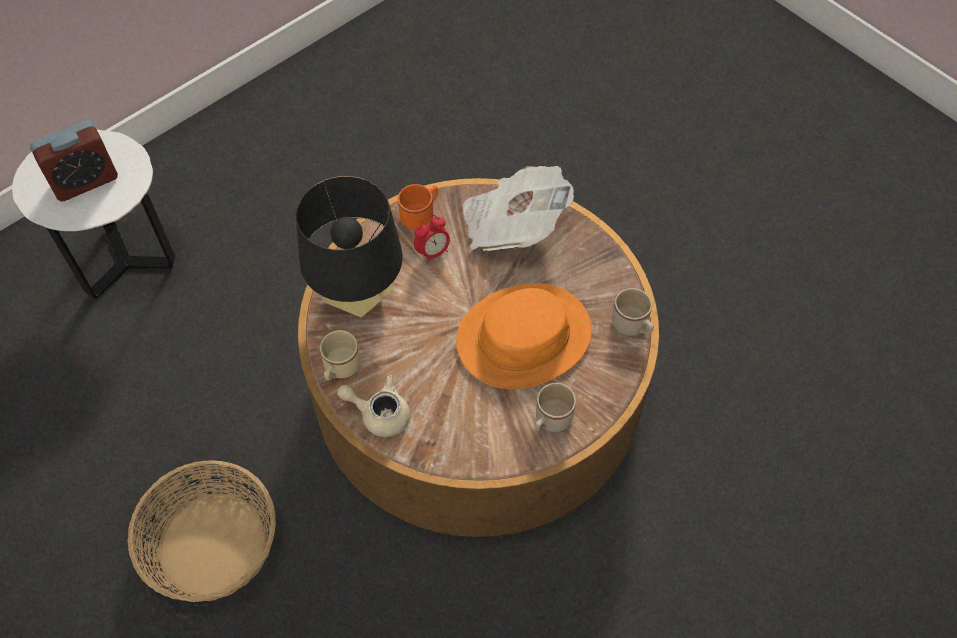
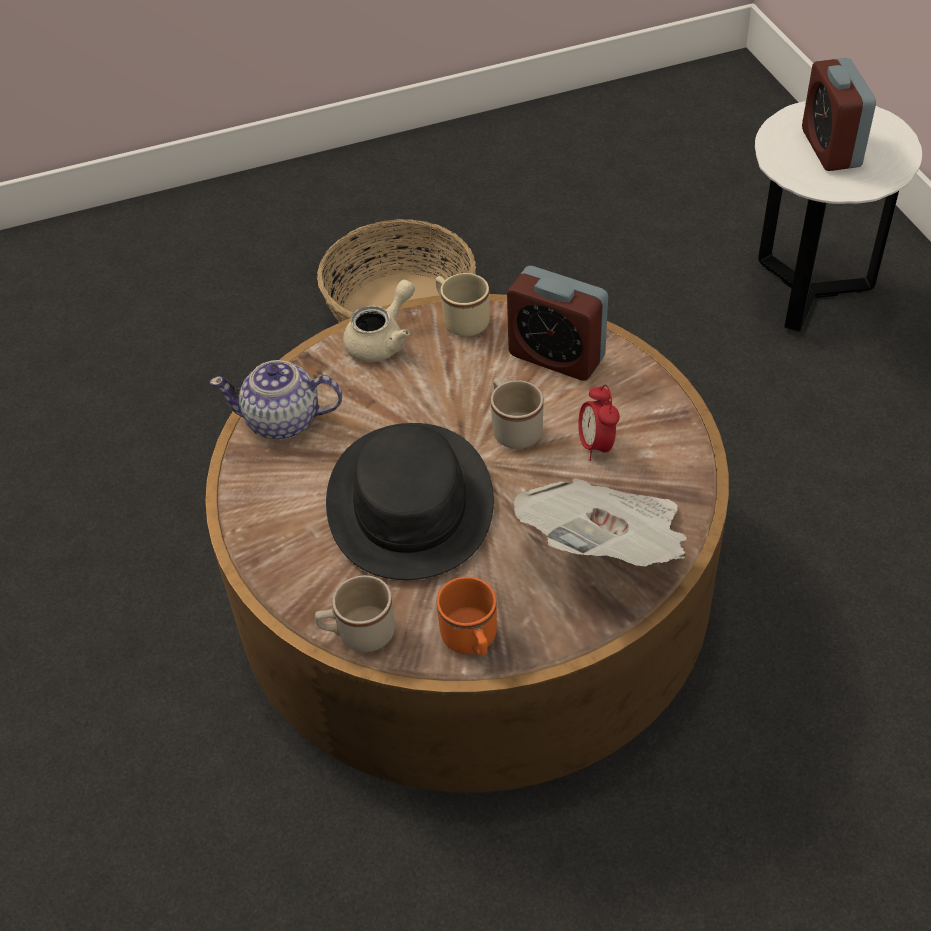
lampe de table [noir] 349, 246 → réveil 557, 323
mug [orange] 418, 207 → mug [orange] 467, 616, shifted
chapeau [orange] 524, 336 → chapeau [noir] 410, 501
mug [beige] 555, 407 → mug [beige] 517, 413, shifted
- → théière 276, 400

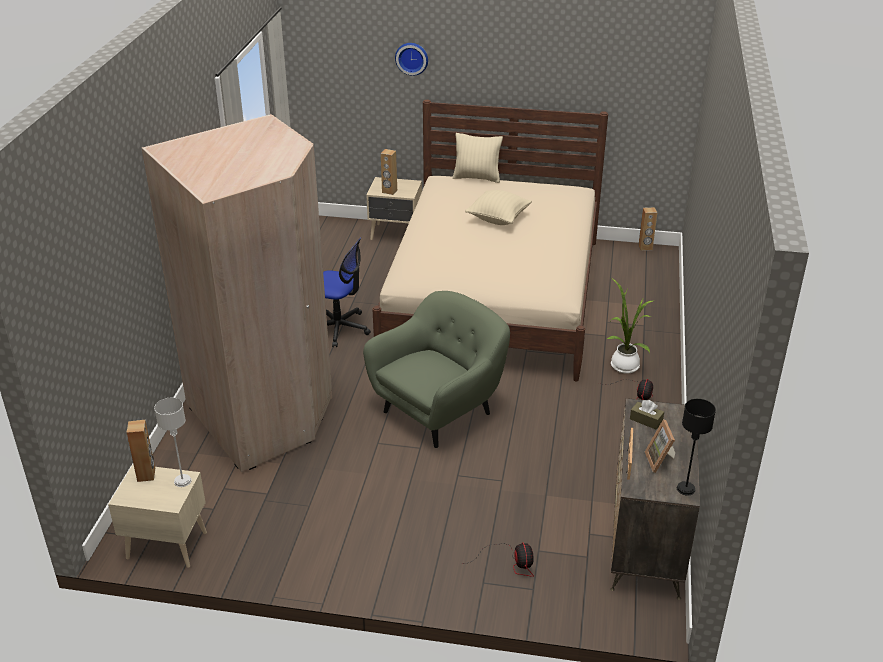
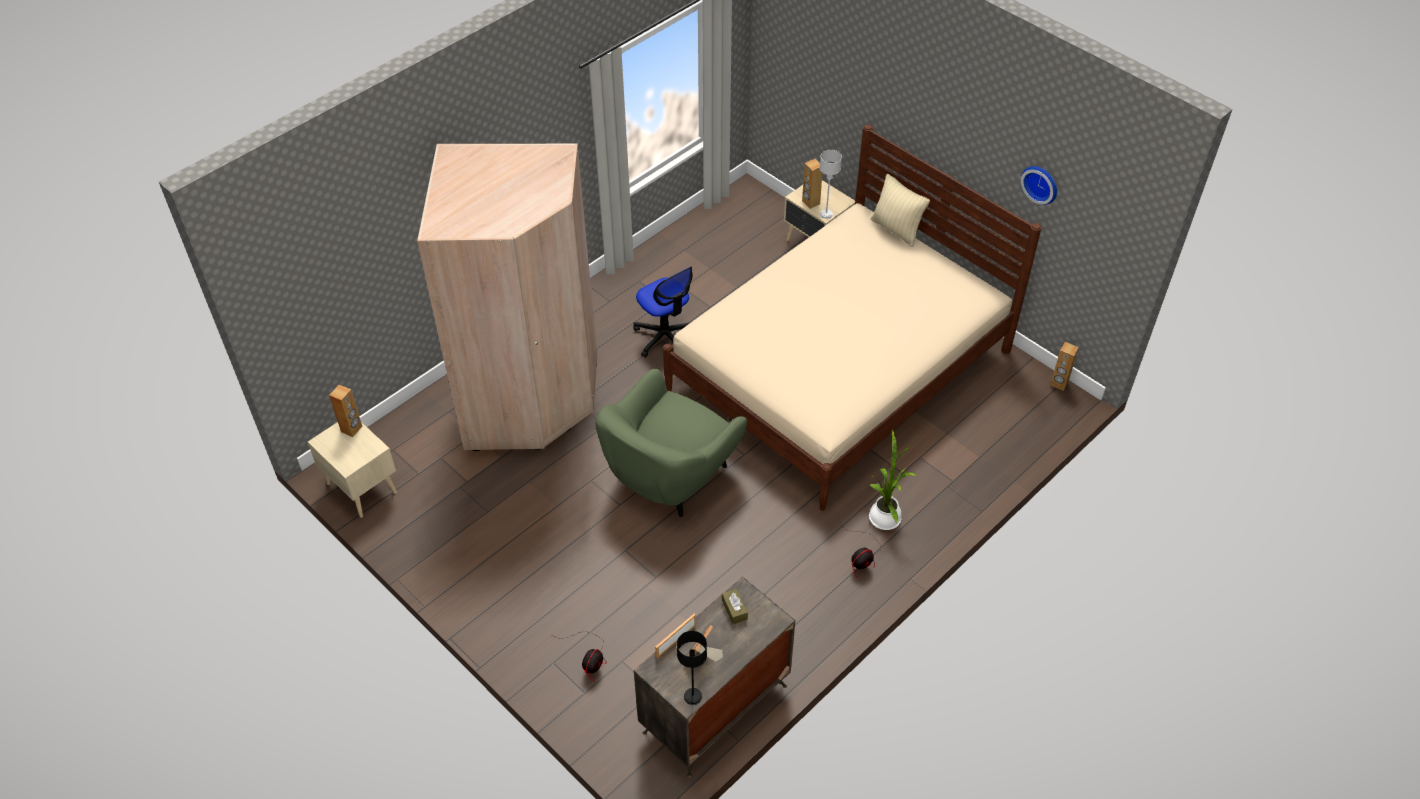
horloge murale 411, 59 → horloge murale 1039, 185, shifted
coussin [beige] 498, 207 → -
fauteuil [vert] 436, 369 → fauteuil [vert] 671, 443, 135 degrees clockwise
lampe de table [gris] 173, 442 → lampe de table [gris] 831, 184, shifted

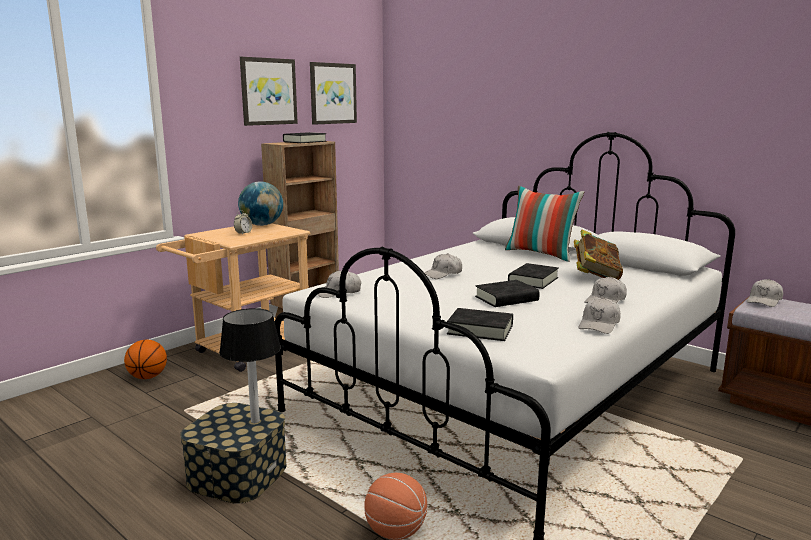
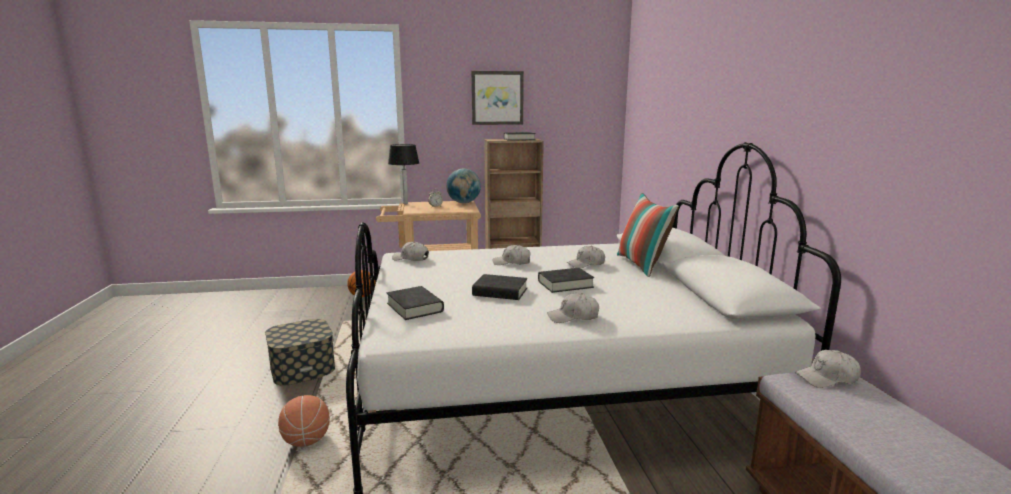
tableau 333, 93 → -
livre 598, 255 → -
casquette [blanc] 600, 315 → casquette [blanc] 586, 256, shifted
lampe de table 250, 365 → lampe de table 403, 174, shifted

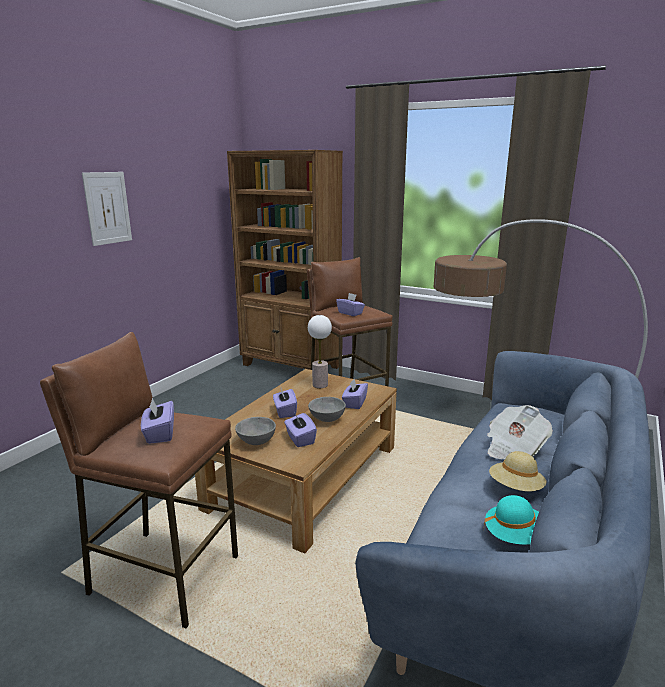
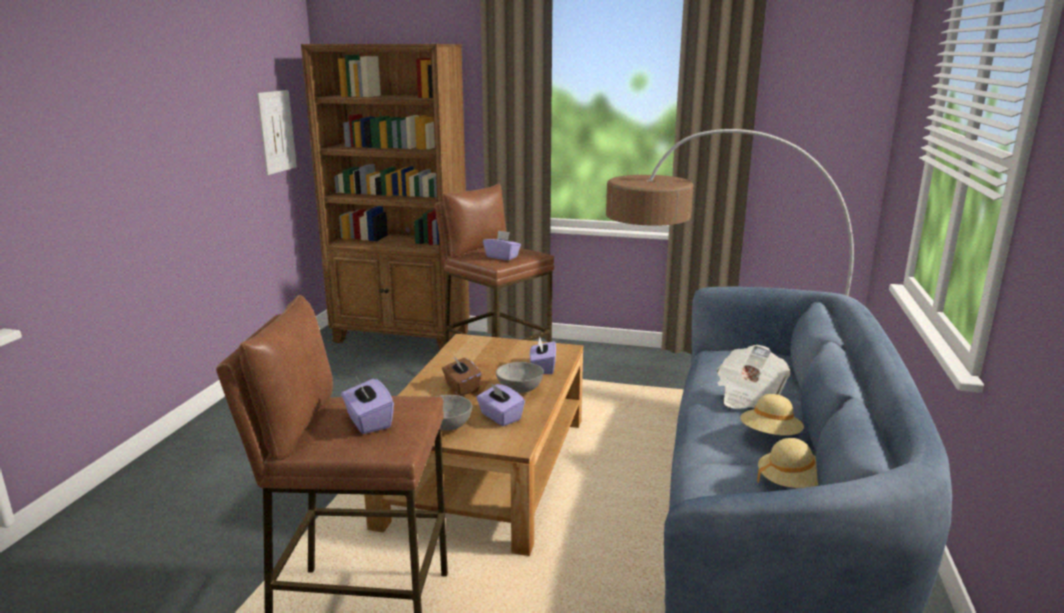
tableau 107, 209 → tableau 277, 132, shifted
lampe de table 320, 351 → -
boîte à mouchoirs [violet] 285, 403 → boîte à mouchoirs [marron] 462, 376
chapeau [turquoise] 511, 520 → chapeau [beige] 787, 463

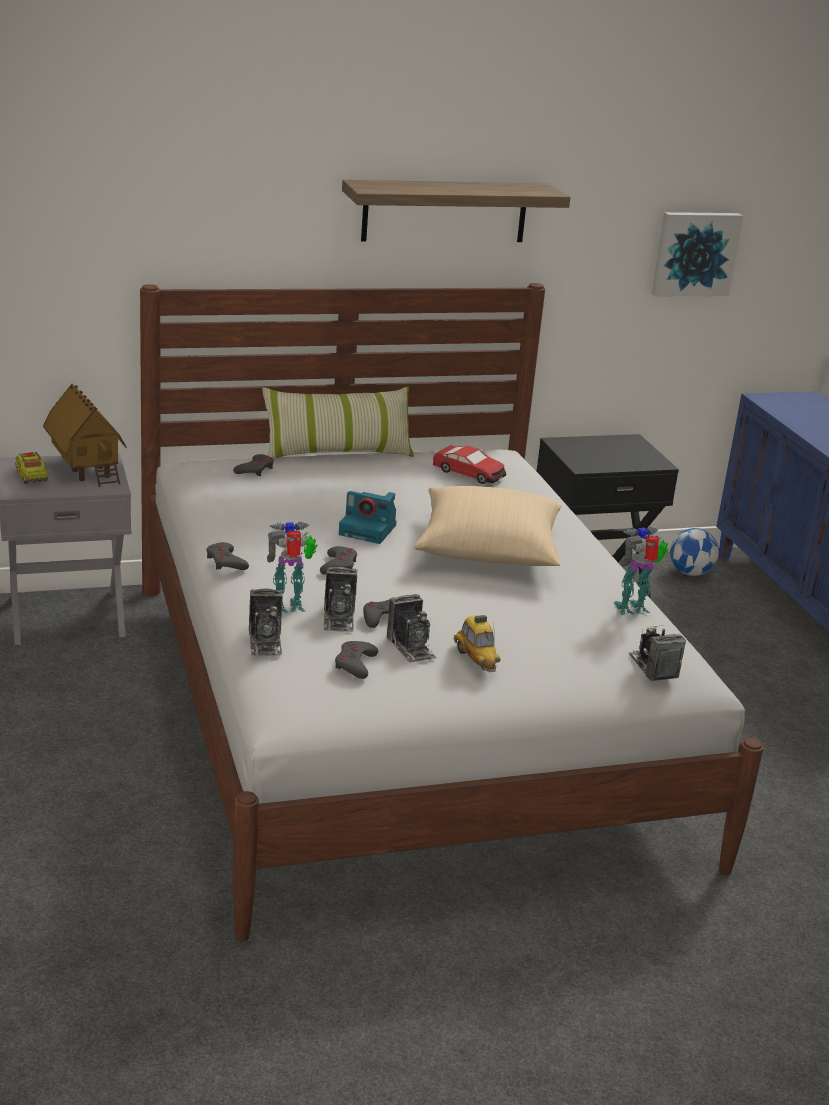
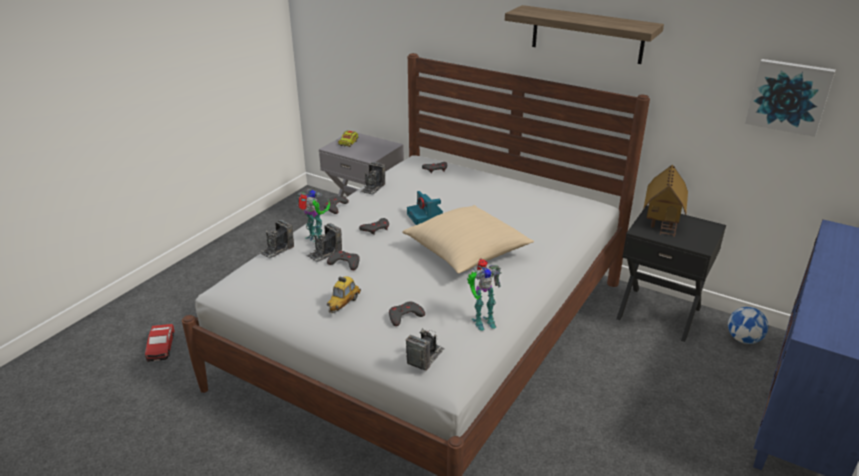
maison miniature 85, 435 → maison miniature 665, 200, shifted
coussin 338, 423 → -
petite voiture 469, 464 → petite voiture 160, 343, shifted
robot jouet 641, 571 → robot jouet 484, 294, 135 degrees clockwise
appareil photo 411, 628 → appareil photo 373, 178, shifted
manette [gris] 356, 660 → manette [gris] 407, 313, shifted

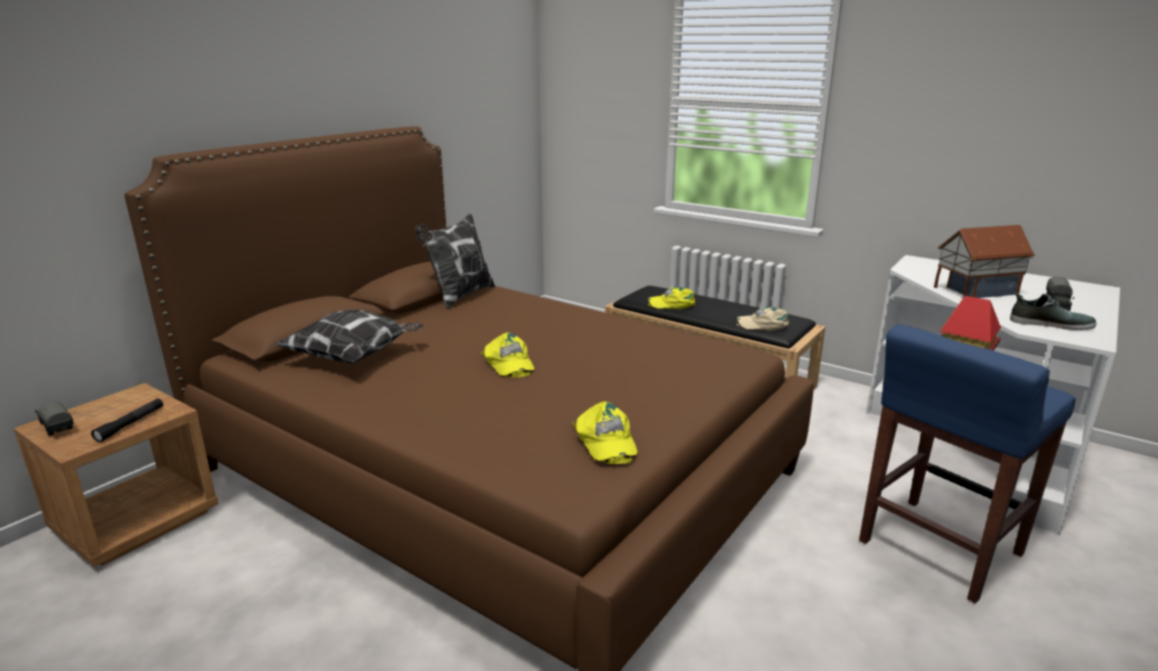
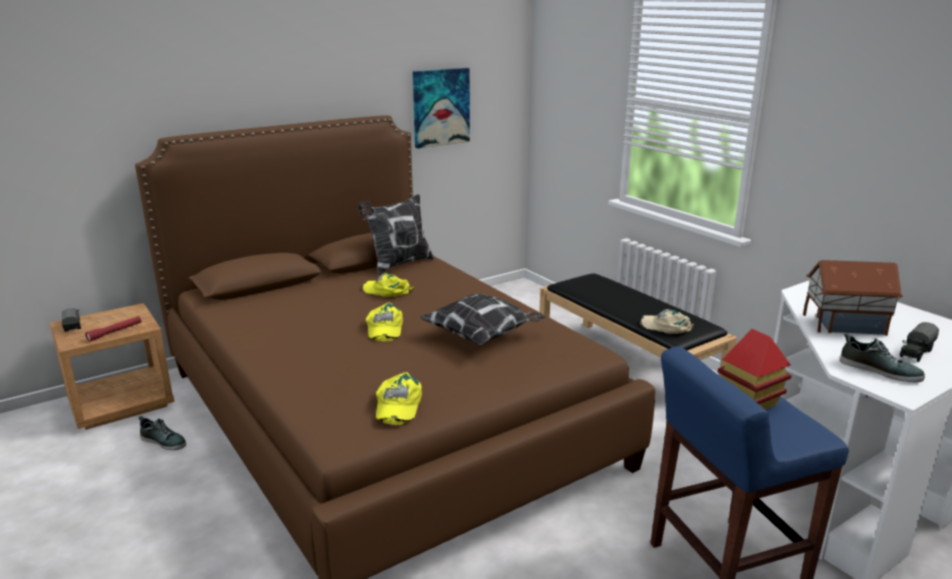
casquette [jaune] 672, 298 → casquette [jaune] 388, 285, shifted
coussin 349, 337 → coussin 482, 320, shifted
lampe de poche [noir] 127, 420 → lampe de poche [rouge] 113, 329
- → tableau 441, 108
- → chaussure 162, 433

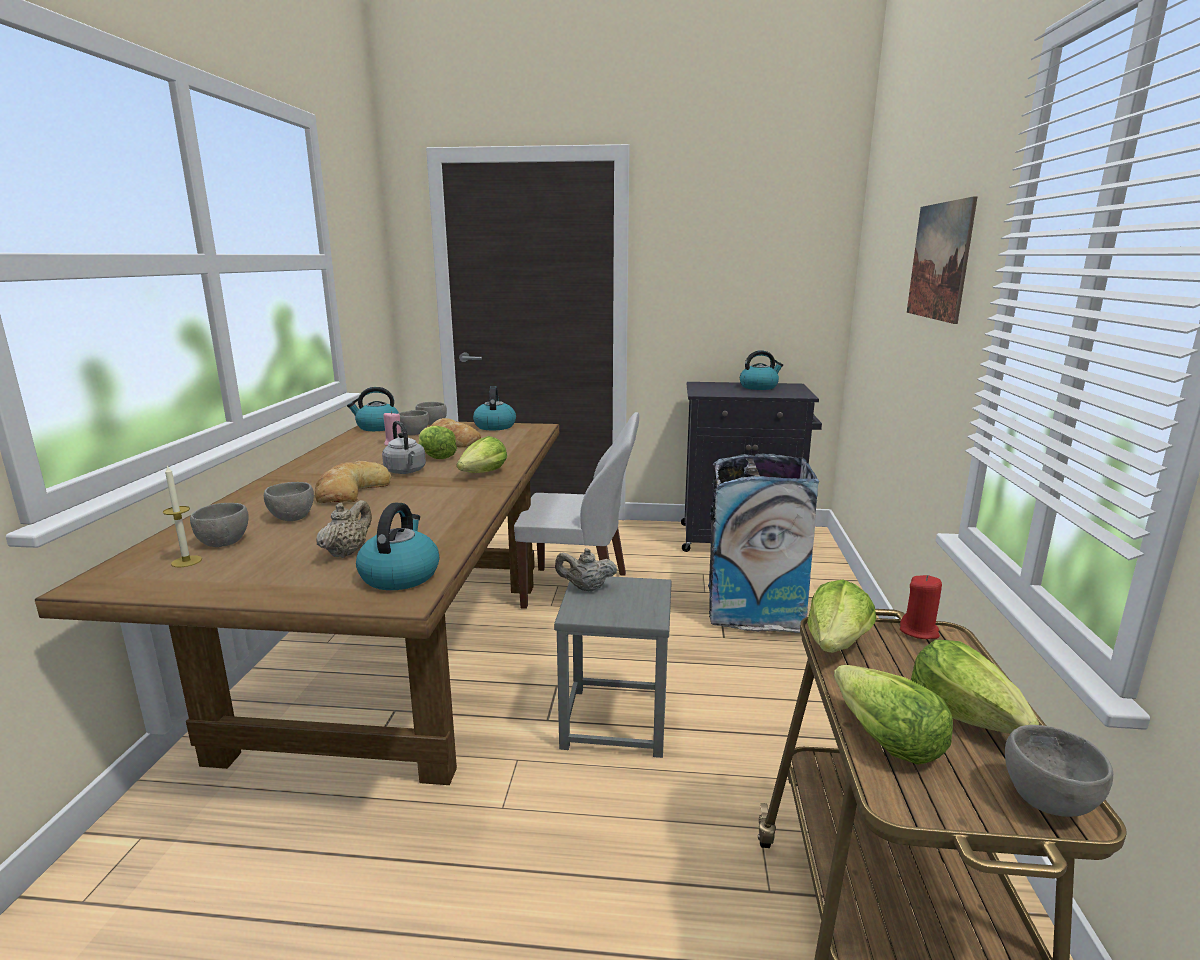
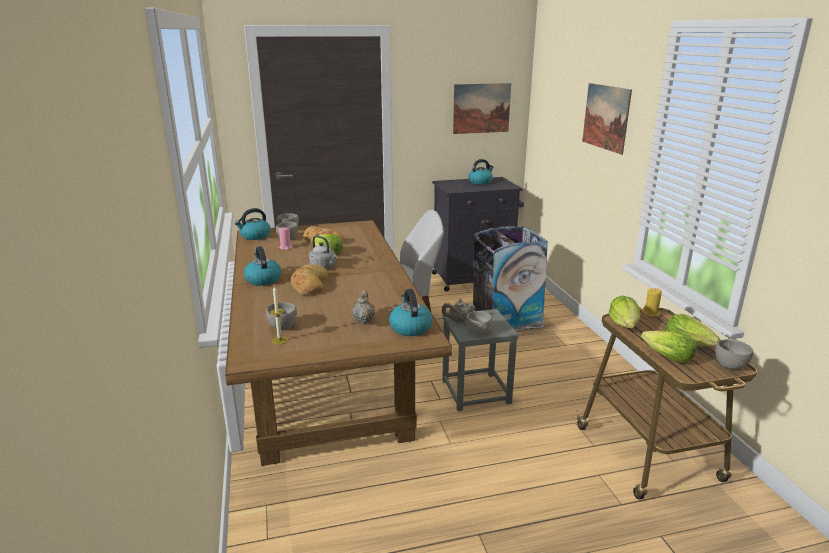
bouilloire 494, 408 → bouilloire 262, 266, shifted
laitue 482, 454 → -
bol [gris] 289, 501 → bol [gris] 479, 322, shifted
bougie [rouge] 921, 607 → bougie [jaune] 652, 302
- → tableau 482, 108

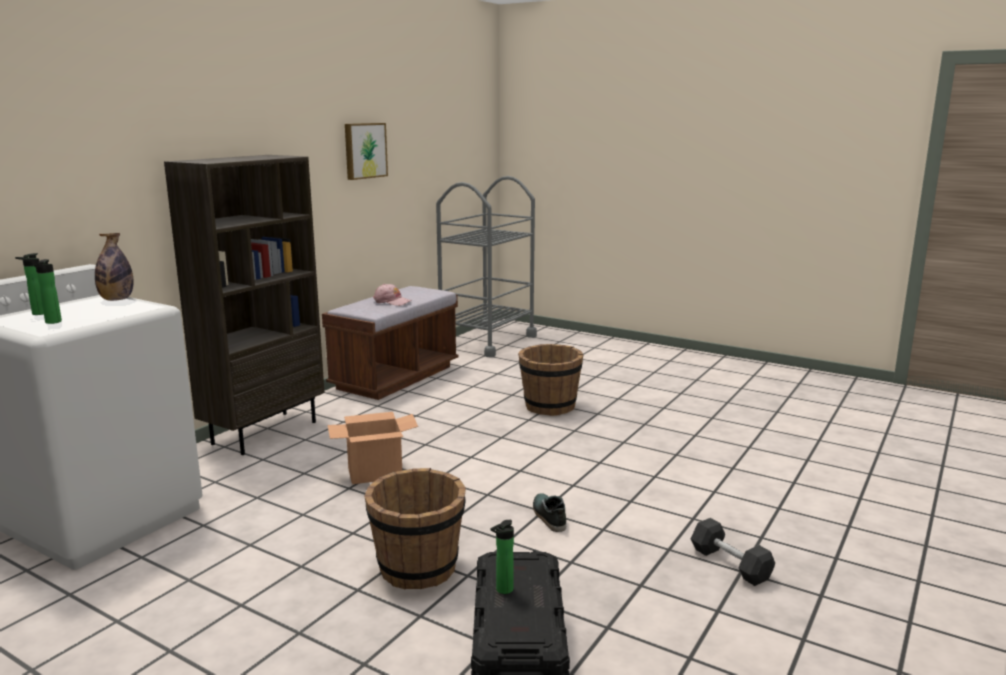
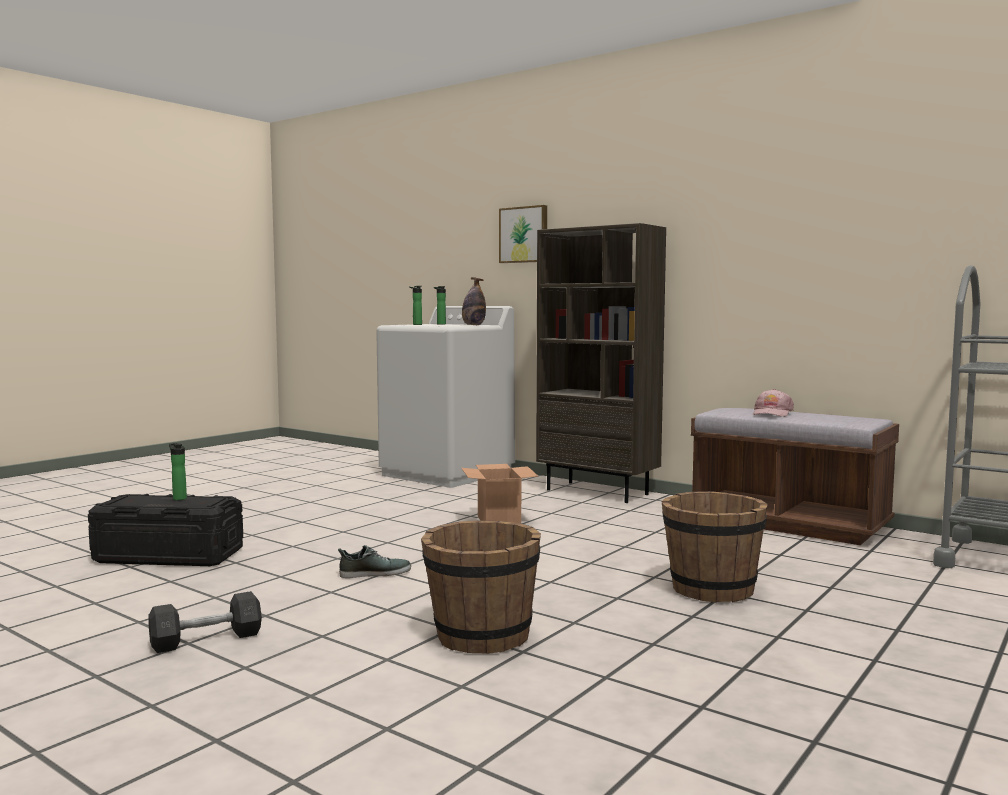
tableau 366, 151 → tableau 523, 234, shifted
seau [marron] 415, 529 → seau [marron] 481, 587, shifted

